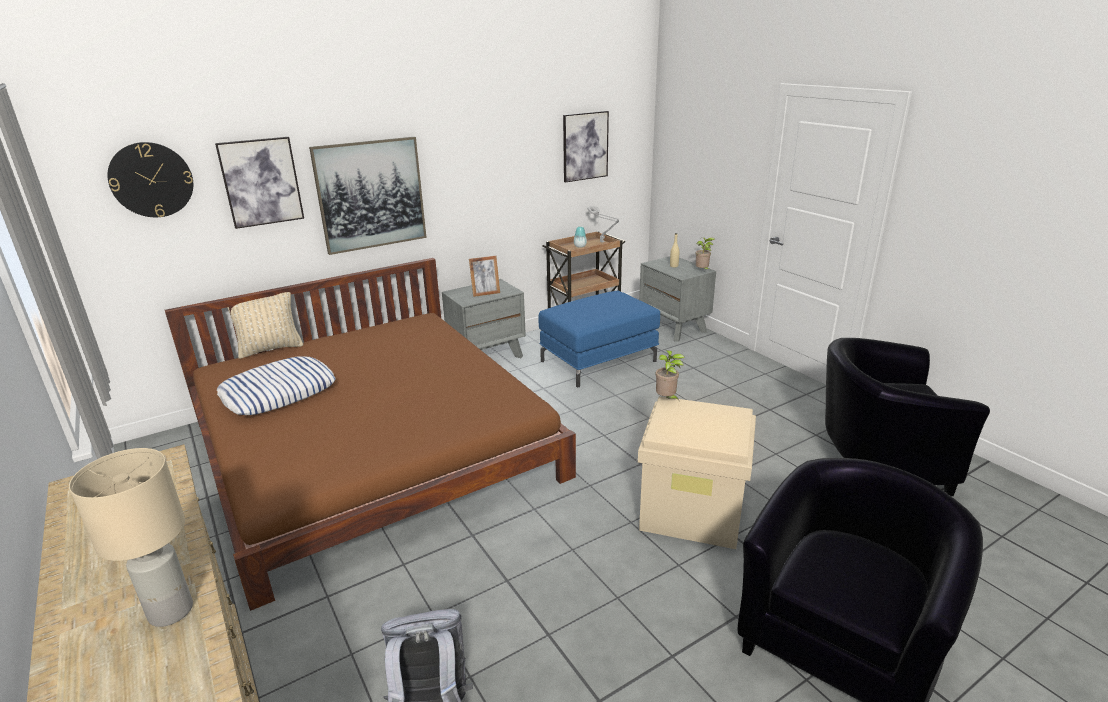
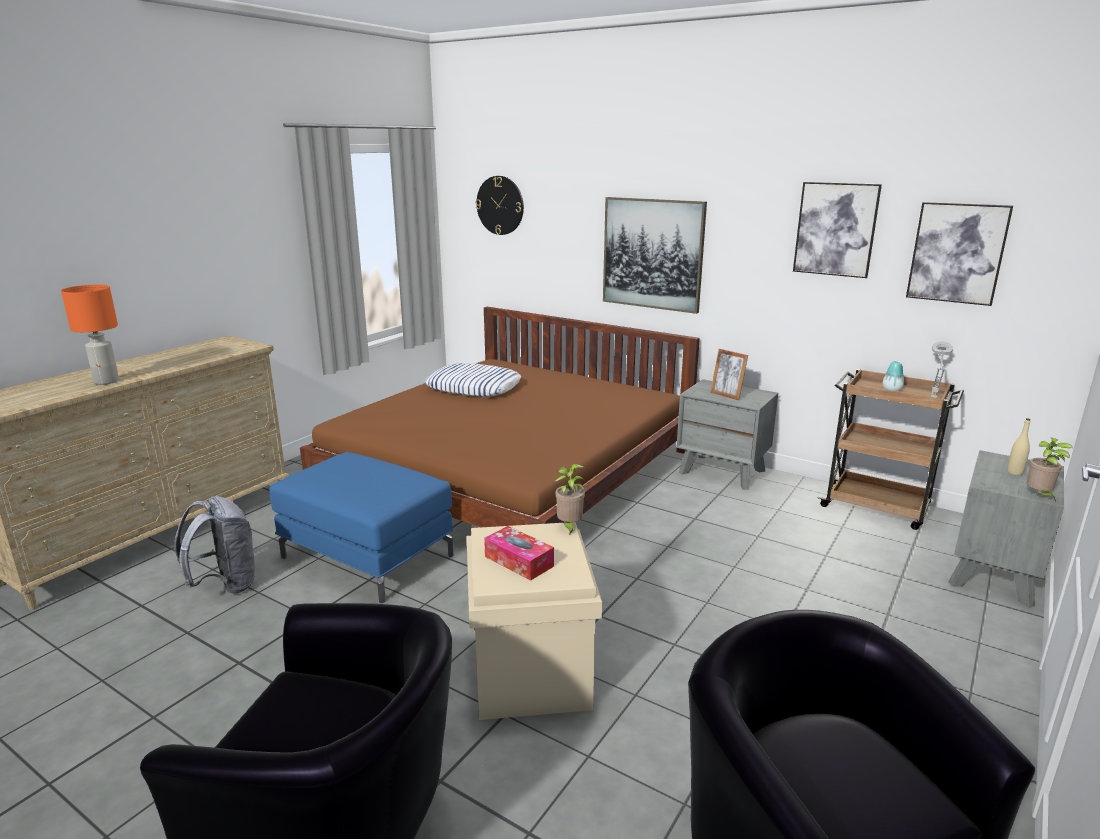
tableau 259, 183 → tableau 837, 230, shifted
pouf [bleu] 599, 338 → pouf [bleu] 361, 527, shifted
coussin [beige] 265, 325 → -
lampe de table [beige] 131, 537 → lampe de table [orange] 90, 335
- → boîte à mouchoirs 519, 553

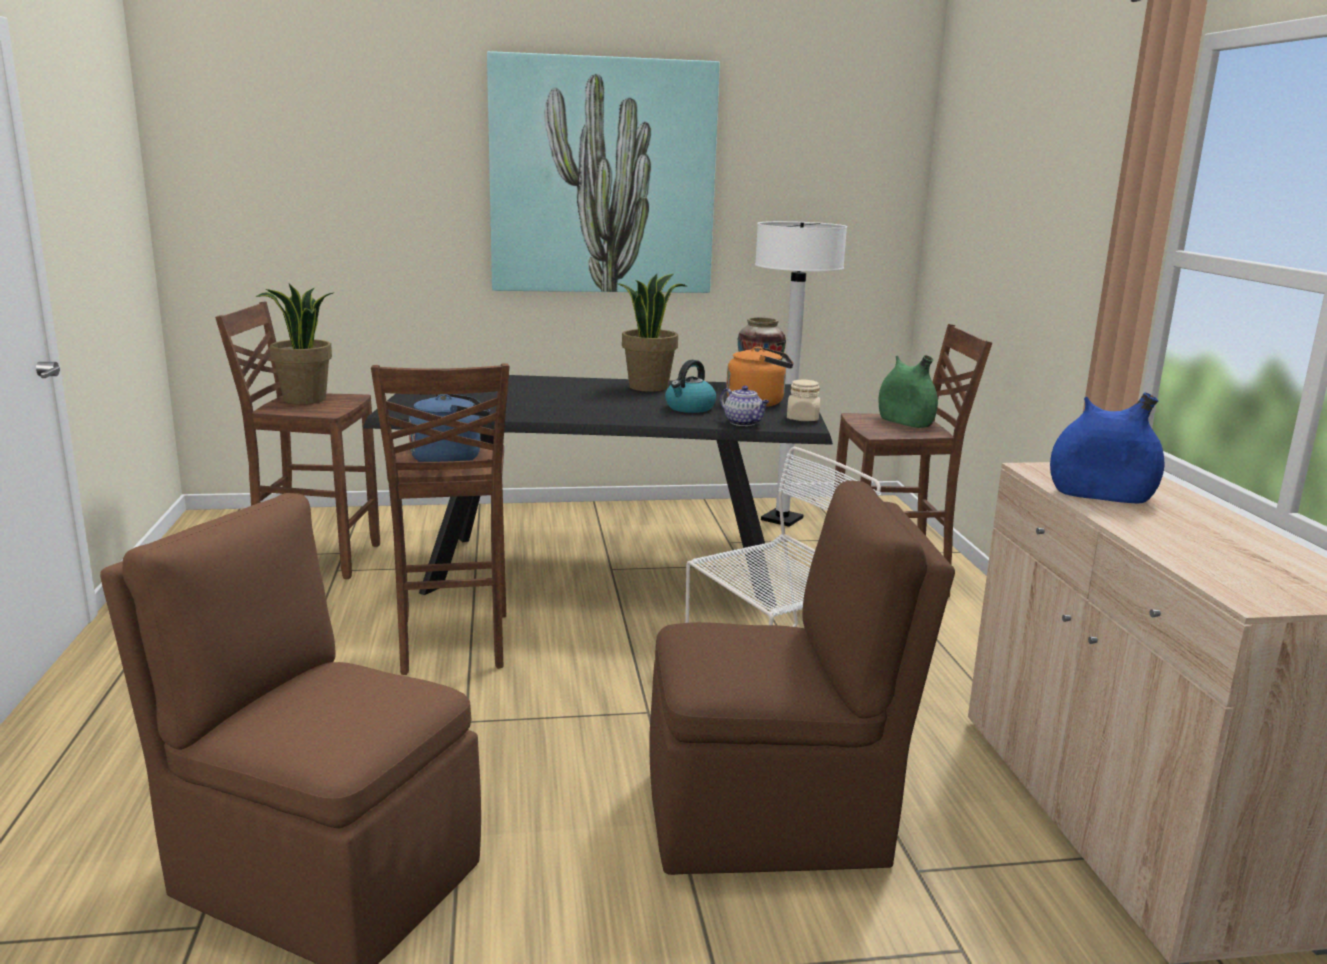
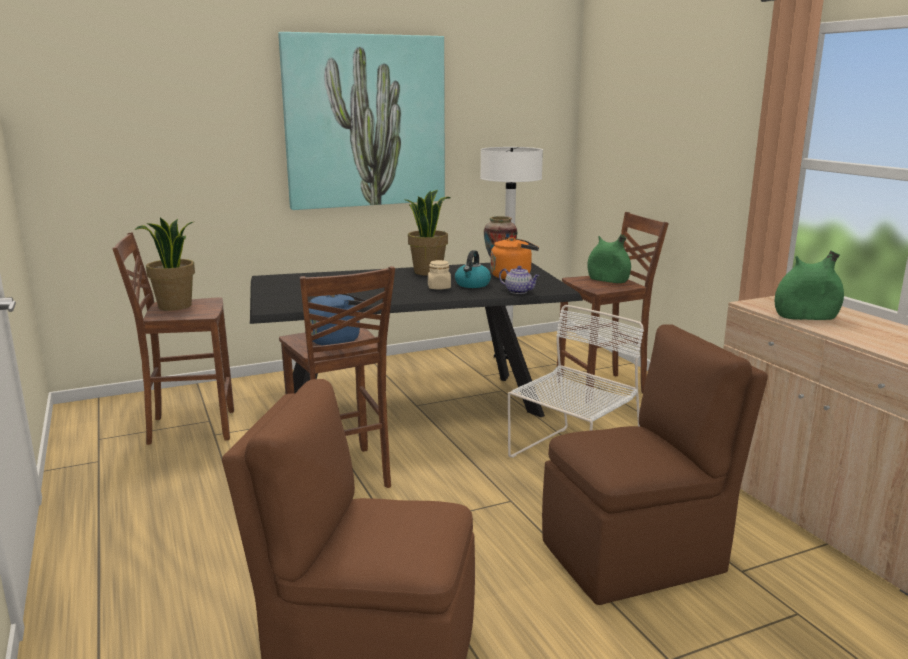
bocal [beige] 803, 400 → bocal [beige] 439, 275, shifted
vase [bleu] 1107, 447 → vase [vert] 809, 285

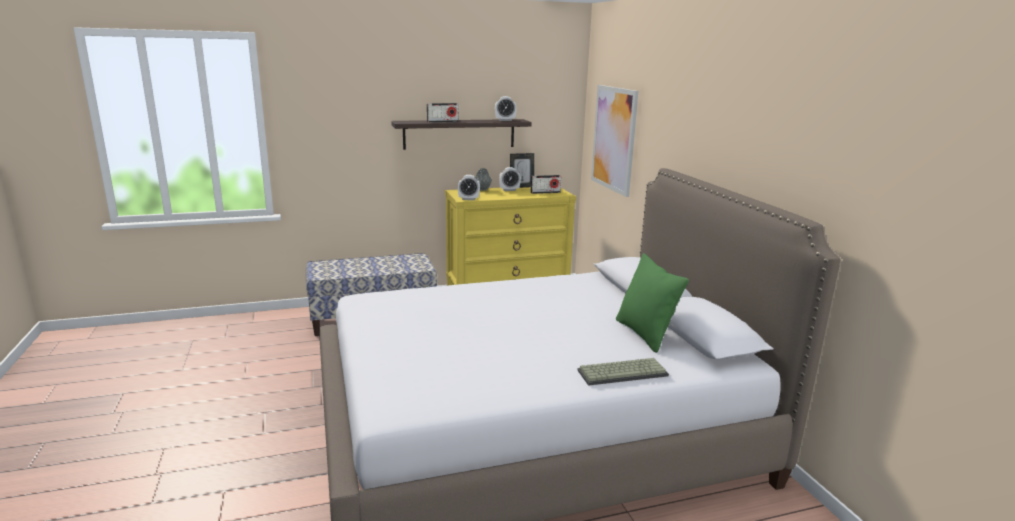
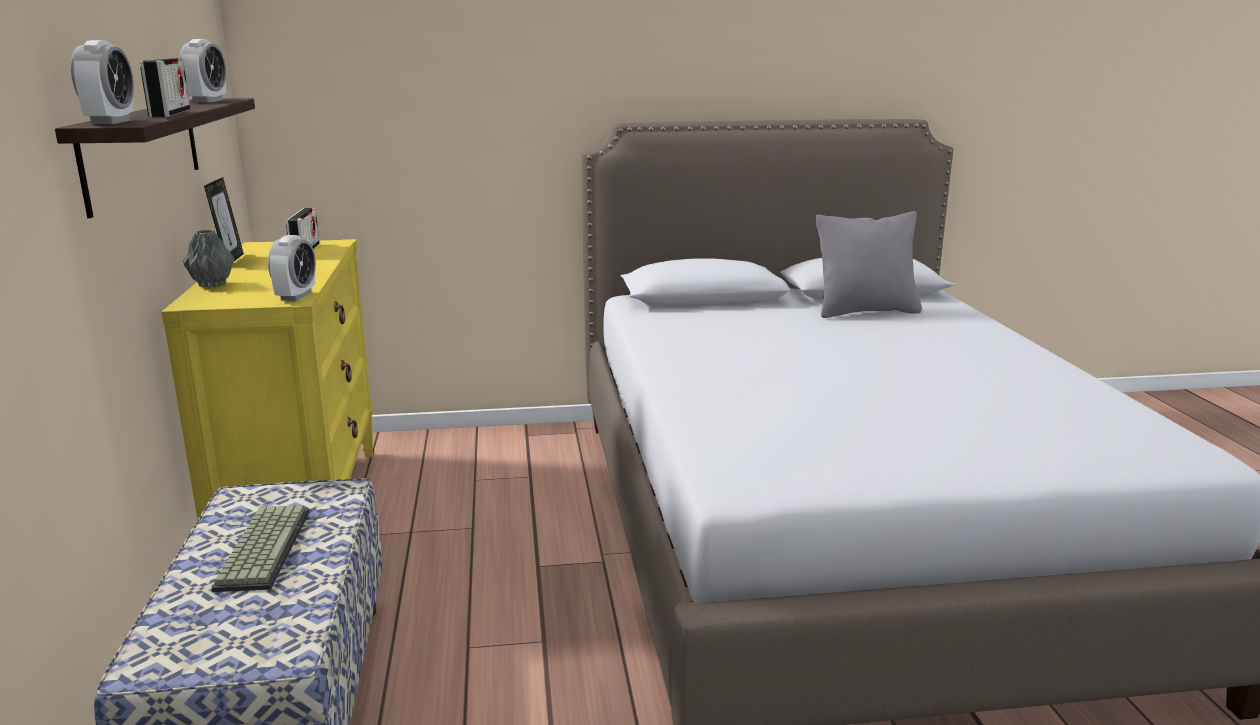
tableau 614, 141 → -
réveil 510, 179 → réveil 102, 82, shifted
coussin [vert] 652, 303 → coussin [gris] 868, 264
clavier 623, 372 → clavier 261, 548, shifted

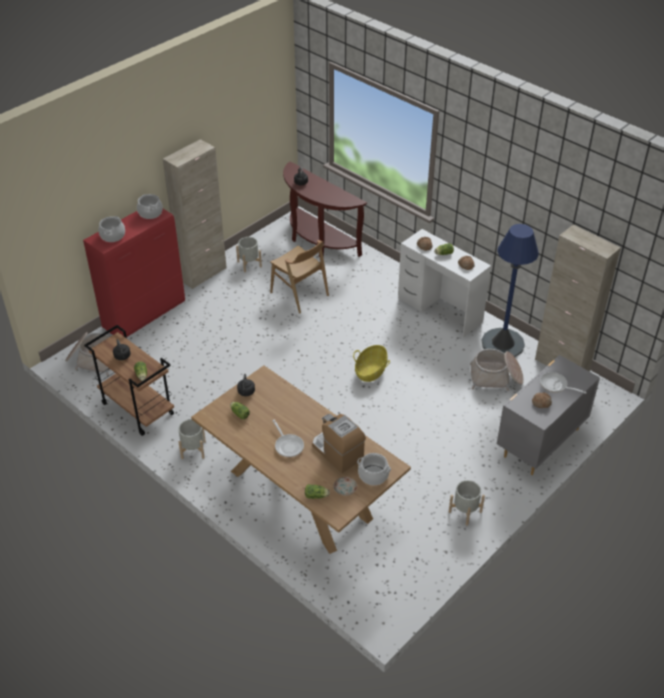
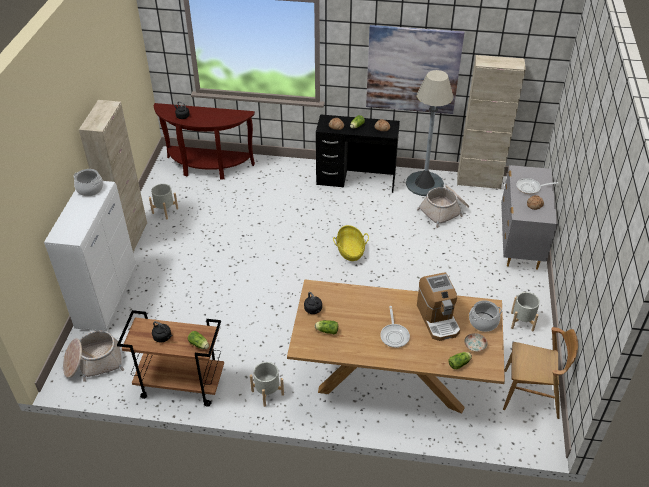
meuble de rangement [rouge] 134, 273 → meuble de rangement [blanc] 90, 256
marmite 111, 229 → -
lampadaire [bleu] 510, 290 → lampadaire [gris] 429, 133
bureau [blanc] 444, 283 → bureau [noir] 358, 153
chaise [marron] 299, 276 → chaise [marron] 540, 373, shifted
machine à café 339, 443 → machine à café 438, 306, 120 degrees counterclockwise
poêle 288, 438 → poêle 395, 327, 60 degrees clockwise
- → tableau 415, 69

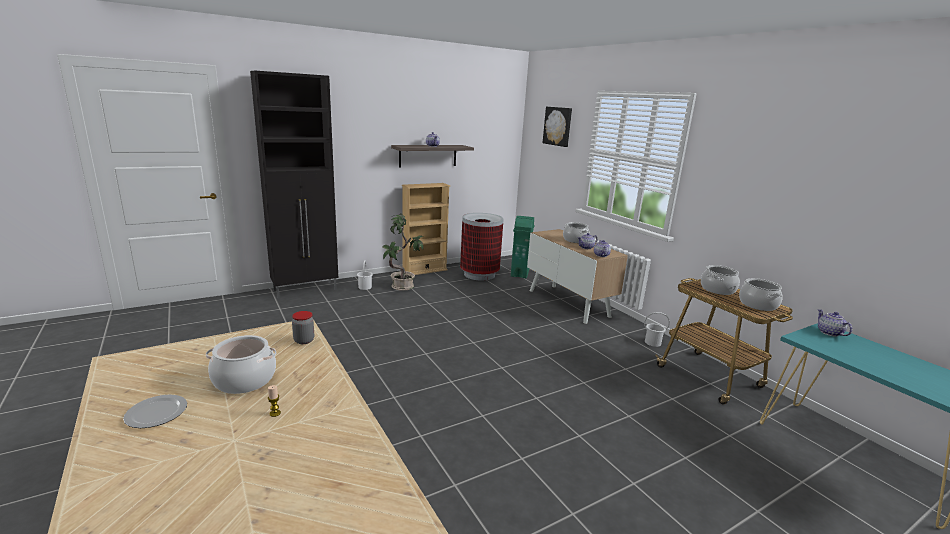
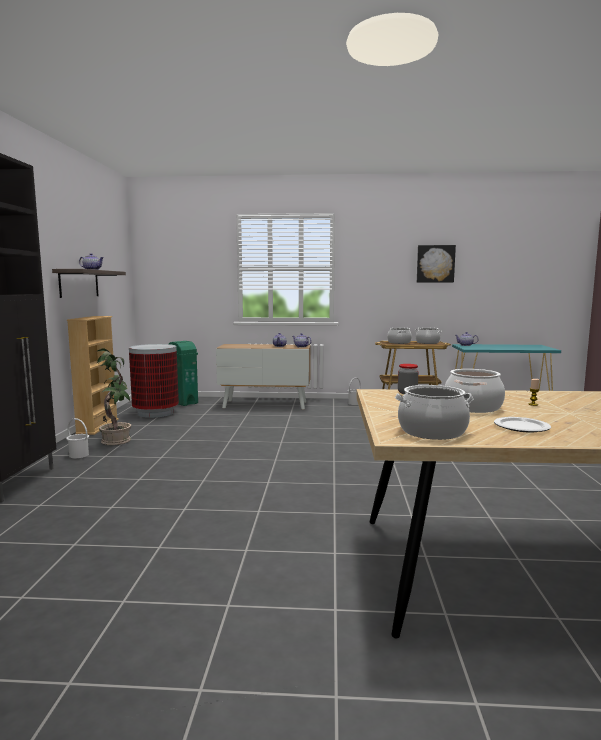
tableau 557, 127 → tableau 436, 263, shifted
marmite 576, 232 → marmite 434, 412, shifted

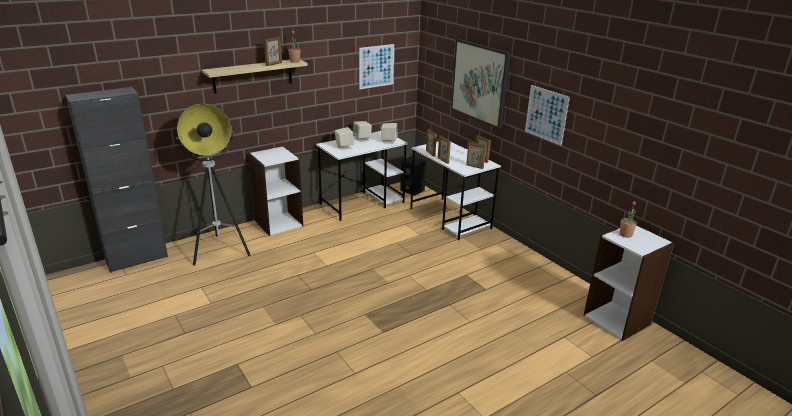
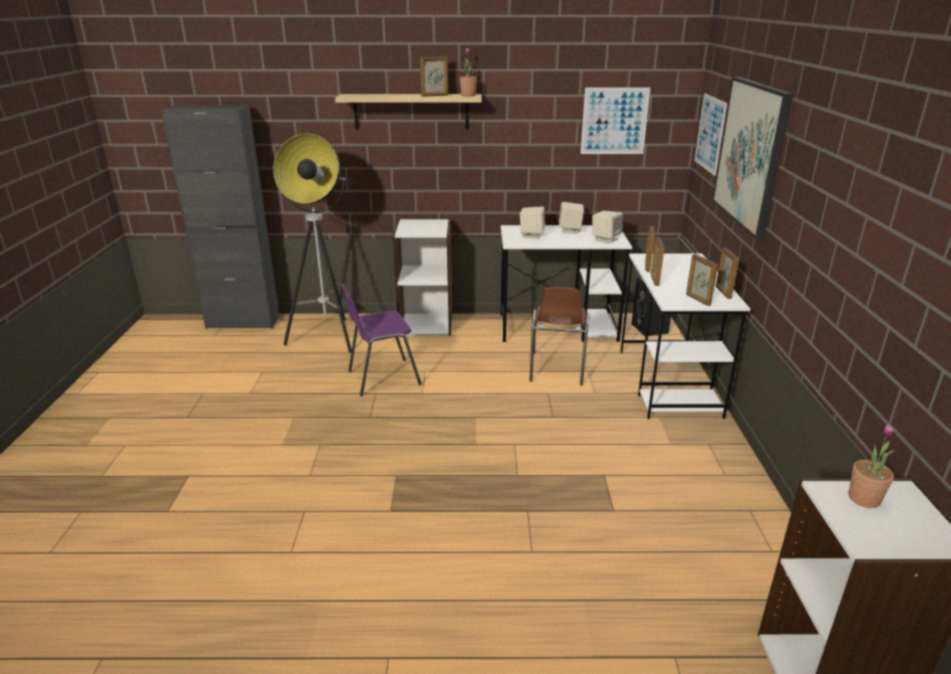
tableau 547, 115 → tableau 710, 135, shifted
- → chaise [violet] 381, 339
- → chaise [marron] 560, 336

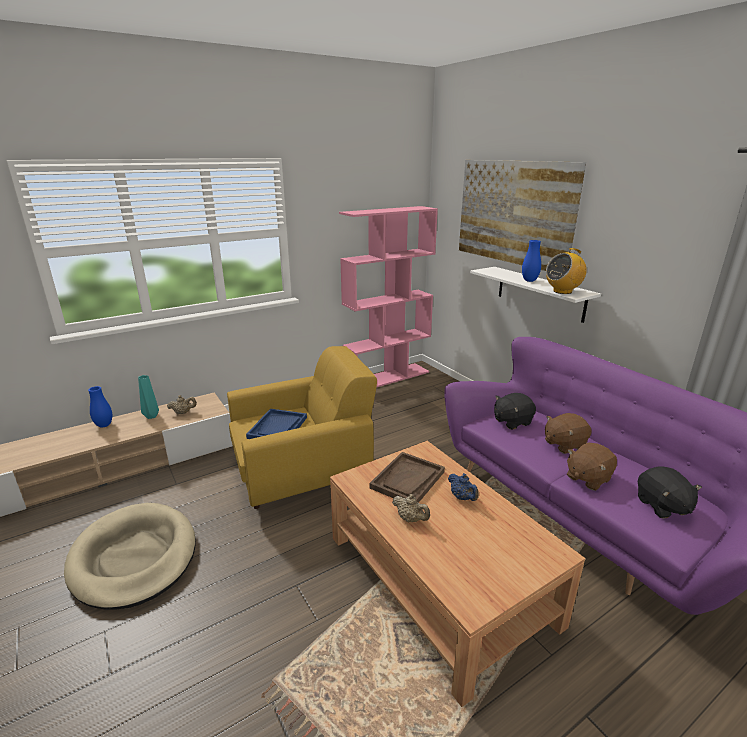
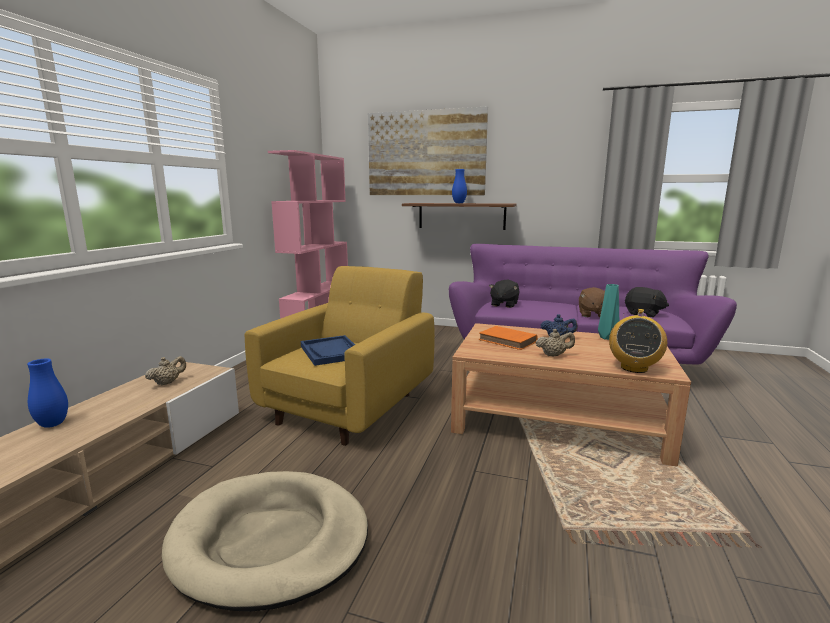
radio 566, 271 → radio 638, 341, shifted
étagère [blanc] 535, 295 → étagère [marron] 459, 216
vase [turquoise] 148, 397 → vase [turquoise] 608, 312, shifted
peluche [marron] 568, 433 → -
plateau [marron] 407, 477 → livre [orange] 508, 338

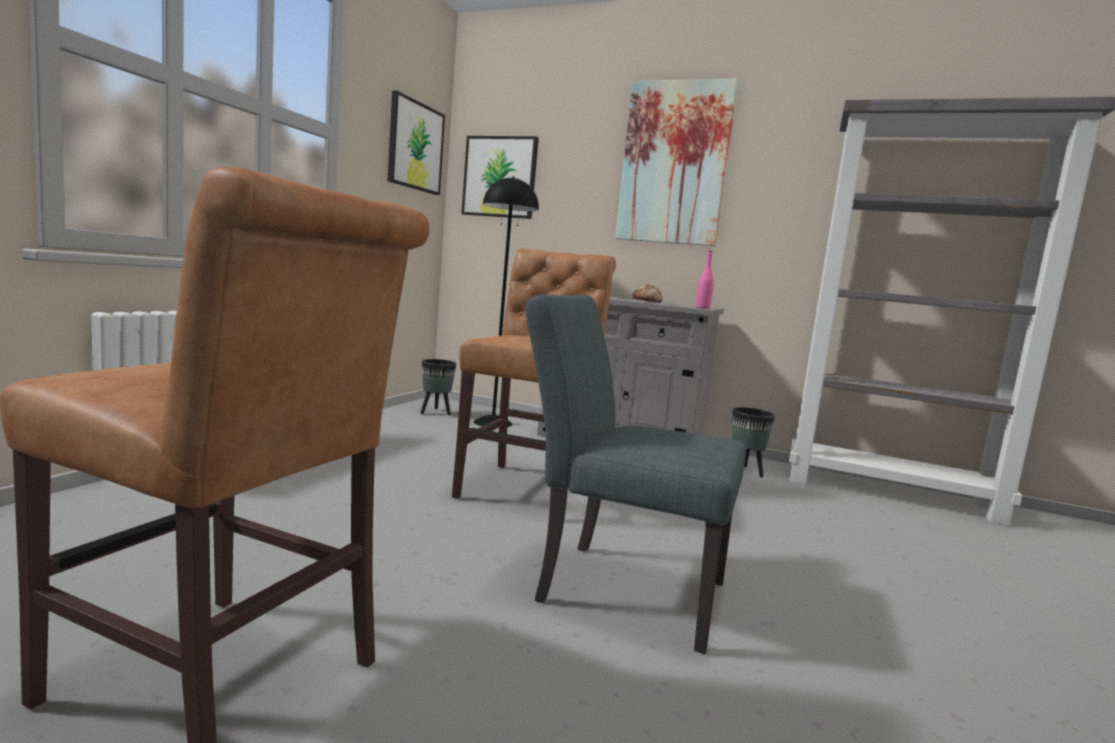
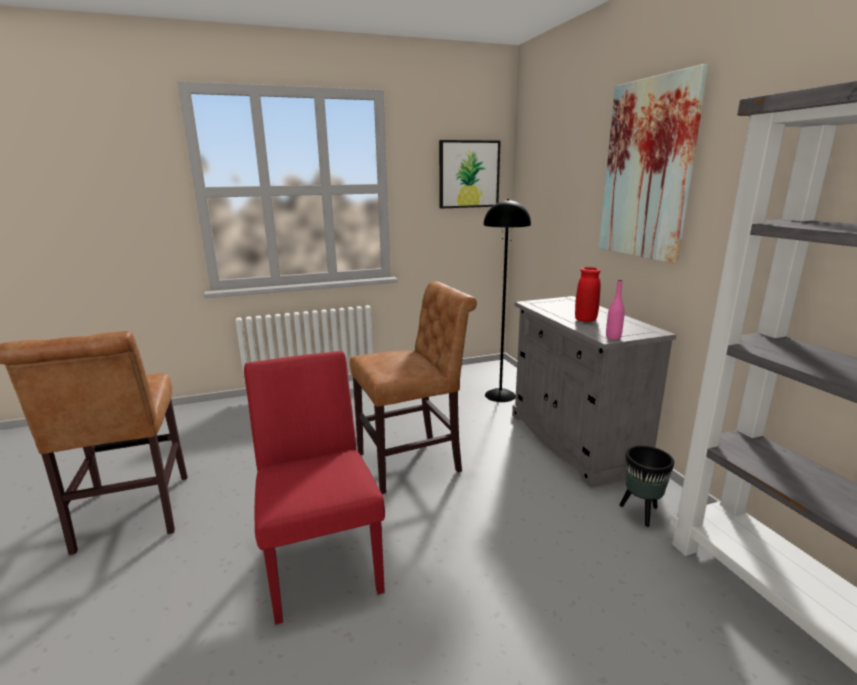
tableau 500, 177 → -
pain 647, 293 → vase [rouge] 588, 294
chaise [gris] 635, 474 → chaise [rouge] 314, 488
cache-pot [noir] 439, 387 → -

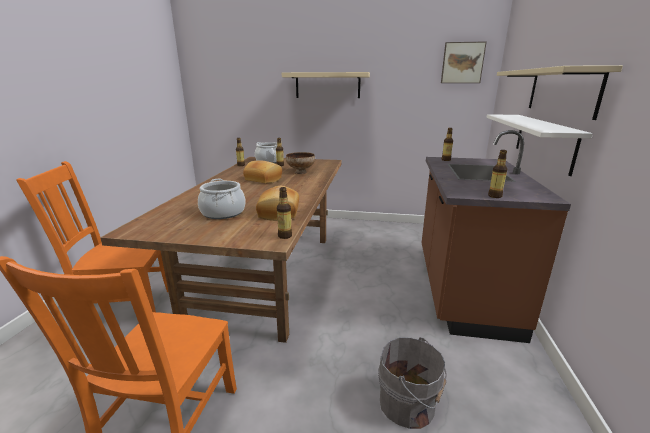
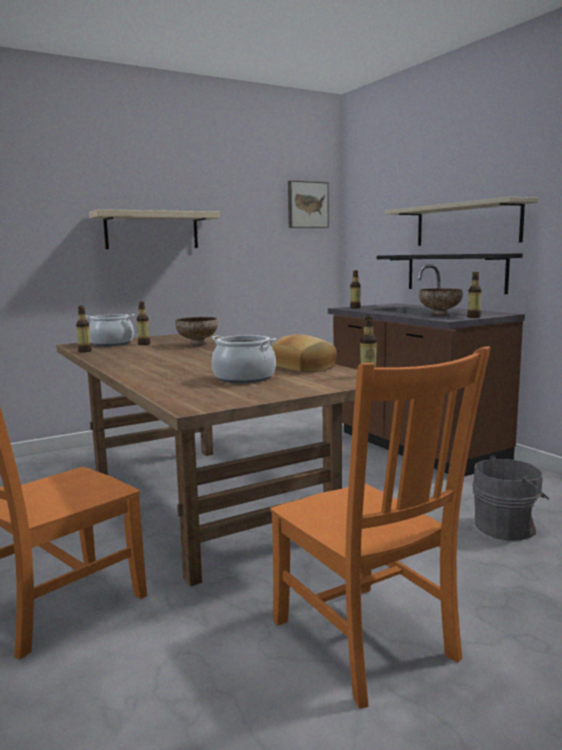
étagère [blanc] 539, 145 → étagère [noir] 450, 273
pain 262, 172 → -
- → bol 441, 302

